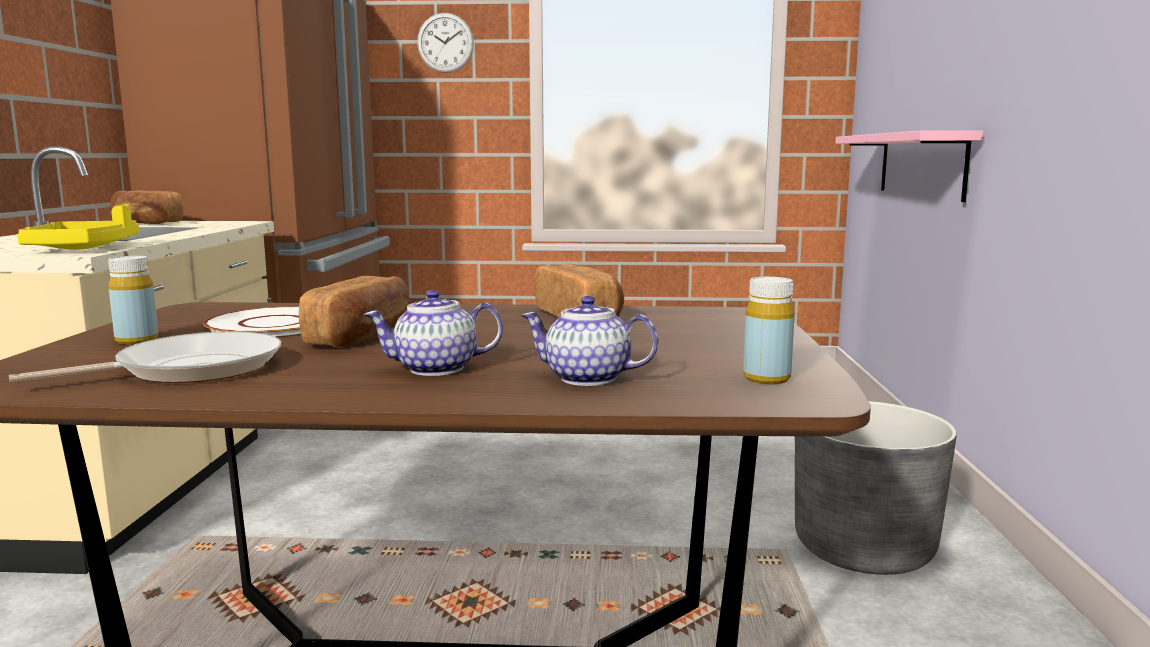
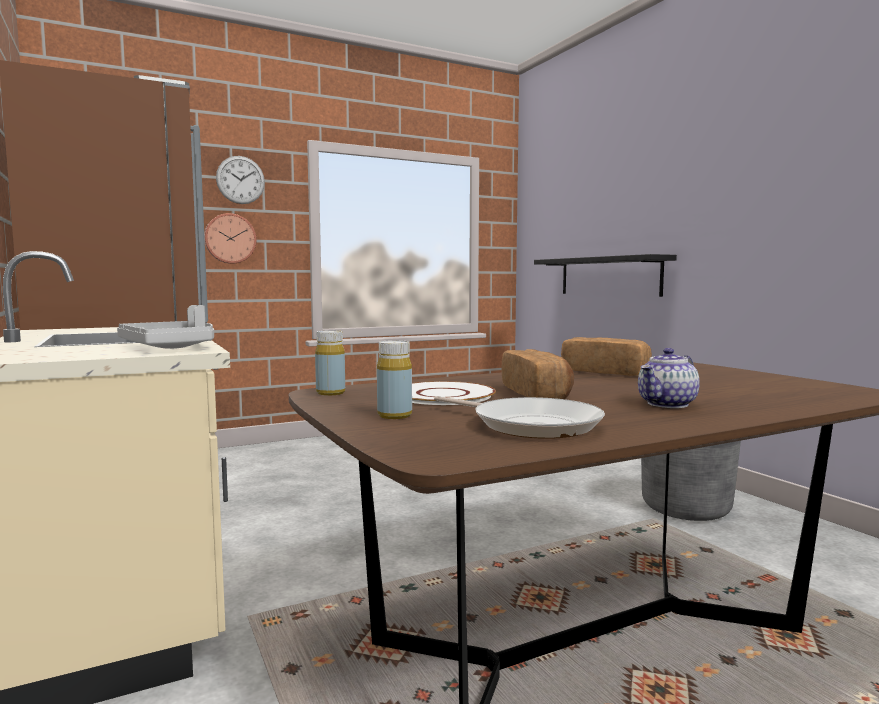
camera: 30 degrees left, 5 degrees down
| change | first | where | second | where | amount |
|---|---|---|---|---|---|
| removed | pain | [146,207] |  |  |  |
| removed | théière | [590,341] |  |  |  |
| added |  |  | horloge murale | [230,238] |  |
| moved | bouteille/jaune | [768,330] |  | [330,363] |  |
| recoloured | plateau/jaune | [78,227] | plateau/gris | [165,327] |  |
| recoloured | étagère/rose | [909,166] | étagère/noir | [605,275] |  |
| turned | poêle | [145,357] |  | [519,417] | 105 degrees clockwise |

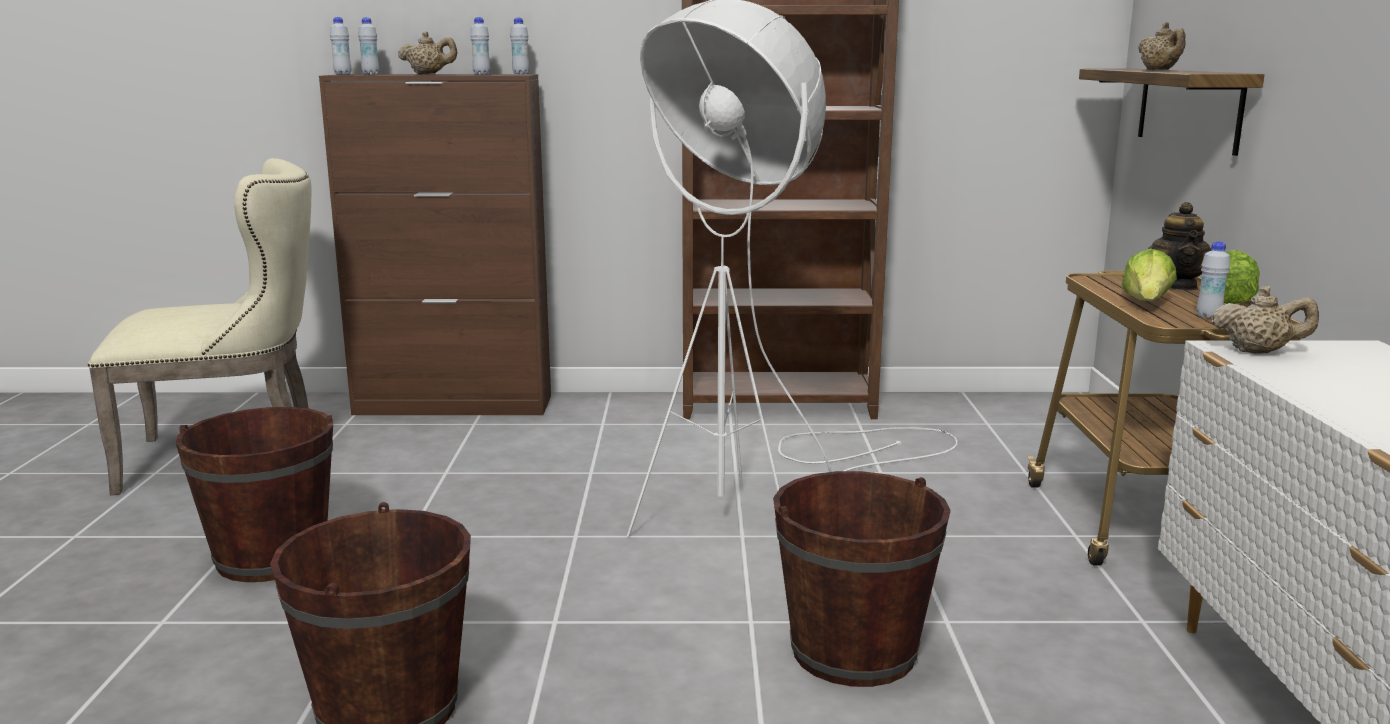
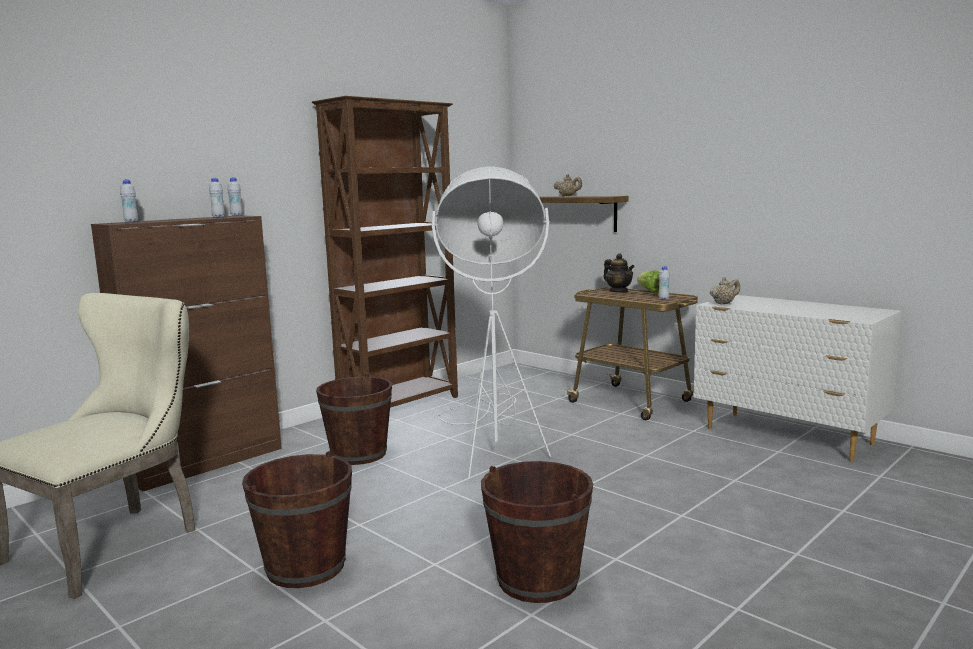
camera: 45 degrees left, 5 degrees down
| change | first | where | second | where | amount |
|---|---|---|---|---|---|
| removed | bouteille/blanc | [340,46] |  |  |  |
| removed | théière/beige | [427,53] |  |  |  |
| removed | laitue | [1149,274] |  |  |  |
| moved | seau/marron | [862,579] |  | [354,419] |  |

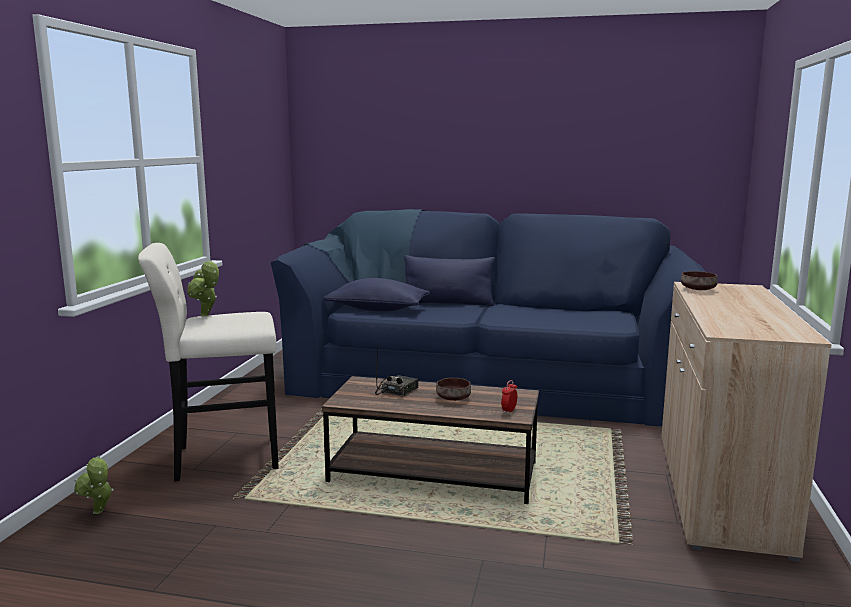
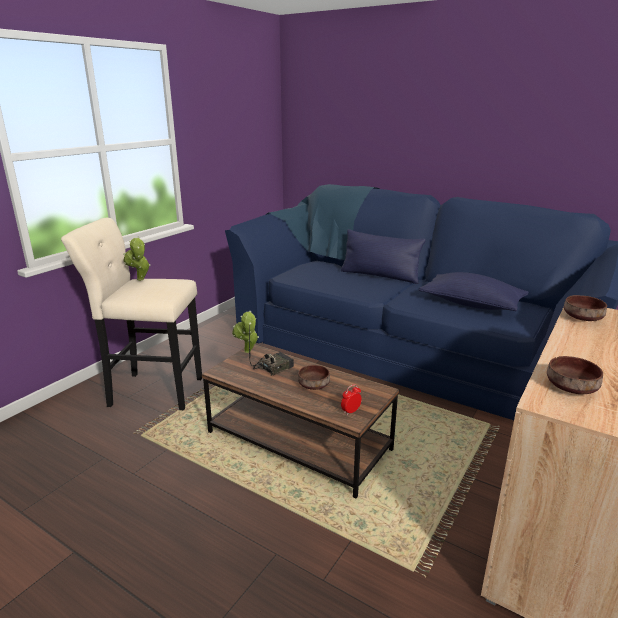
camera: 20 degrees right, 10 degrees up
| change | first | where | second | where | amount |
|---|---|---|---|---|---|
| added |  |  | bol/marron | [575,375] |  |
| moved | plante en pot | [94,485] |  | [245,332] |  |
| moved | coussin/bleu | [376,294] |  | [474,291] |  |

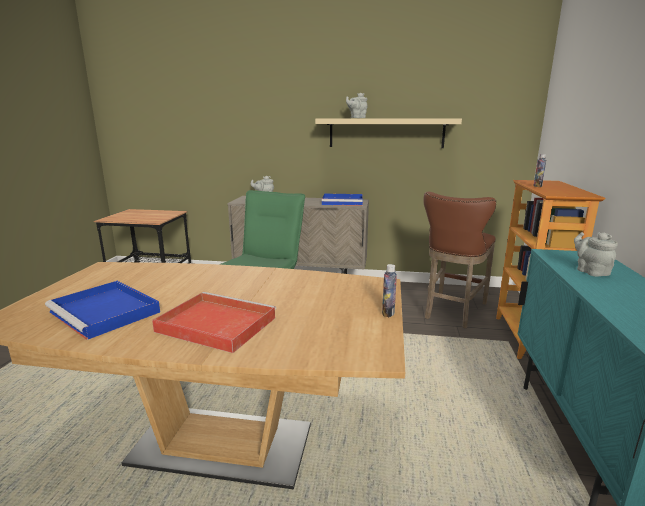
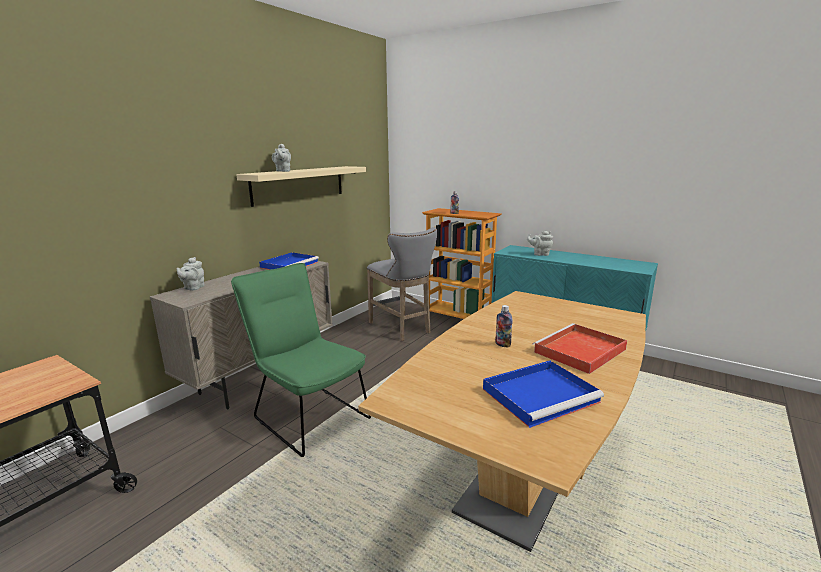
camera: 65 degrees left, 0 degrees up
| change | first | where | second | where | amount |
|---|---|---|---|---|---|
| moved | bouteille | [389,290] |  | [504,326] |  |
| recoloured | tabouret/marron | [459,260] | tabouret/gris | [402,284] |  |

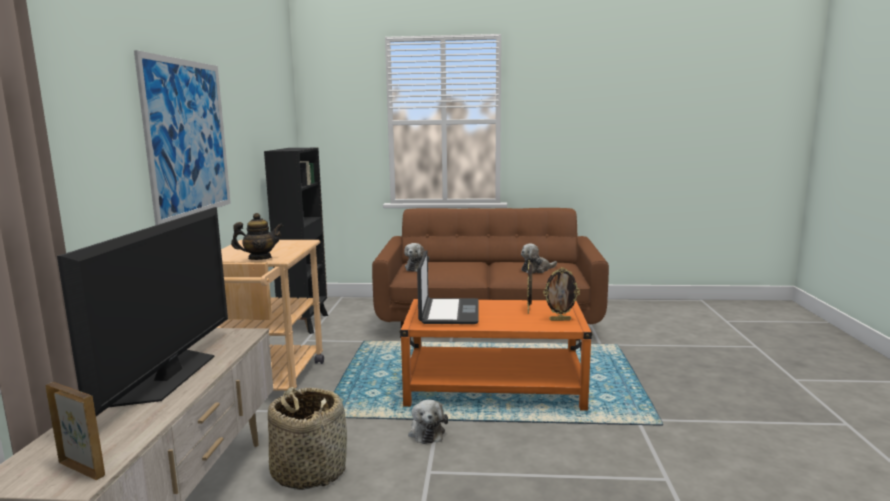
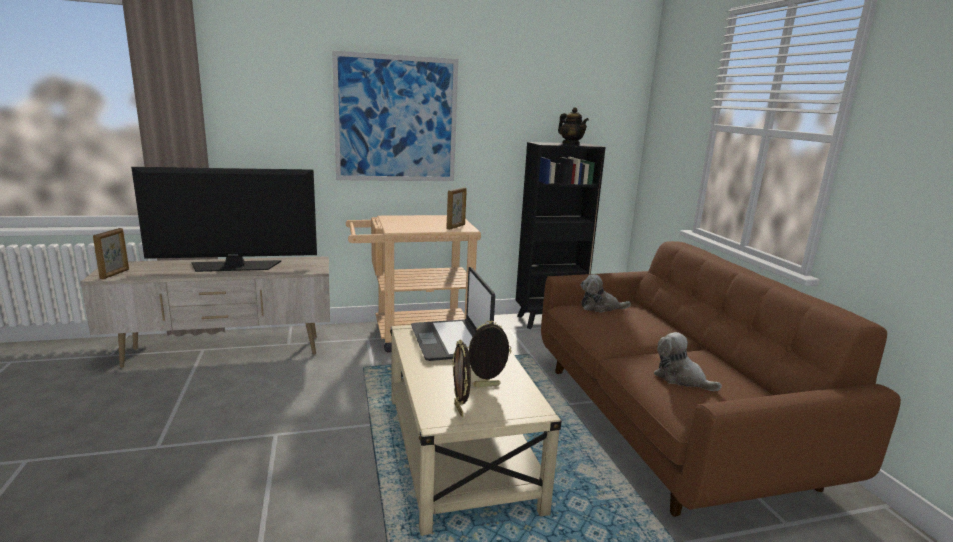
camera: 70 degrees right, 5 degrees up
| change | first | where | second | where | amount |
|---|---|---|---|---|---|
| removed | panier | [307,438] |  |  |  |
| removed | peluche | [428,422] |  |  |  |
| added |  |  | cadre photo | [456,208] |  |
| moved | théière | [257,236] |  | [573,126] |  |
| recoloured | table basse/orange | [496,355] | table basse/beige | [476,430] |  |
| turned | ordinateur portable | [448,287] |  | [453,314] | 90 degrees clockwise |

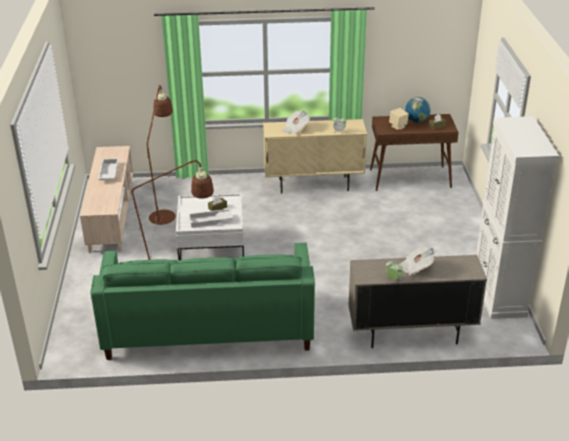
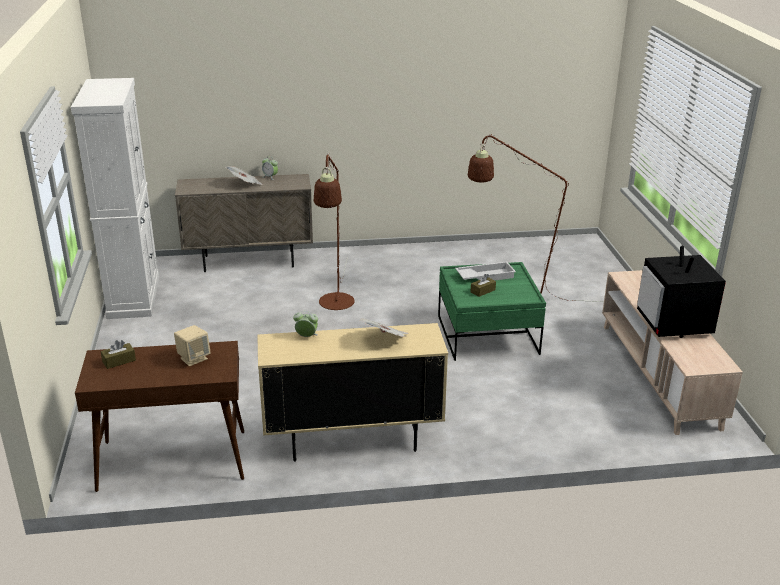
camera: 175 degrees right, 5 degrees down
| change | first | where | second | where | amount |
|---|---|---|---|---|---|
| removed | canapé/vert | [203,301] |  |  |  |
| removed | globe | [418,109] |  |  |  |
| moved | lampadaire/marron | [159,172] |  | [334,231] |  |
| replaced | plateau/blanc | [108,169] | téléviseur | [681,291] |  |
| recoloured | table basse/blanc | [210,226] | table basse/vert | [492,311] |  |

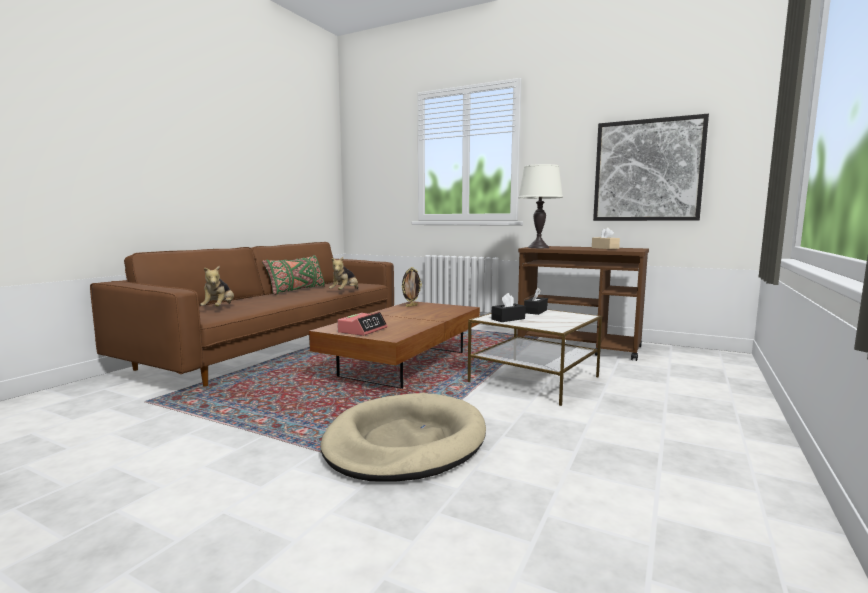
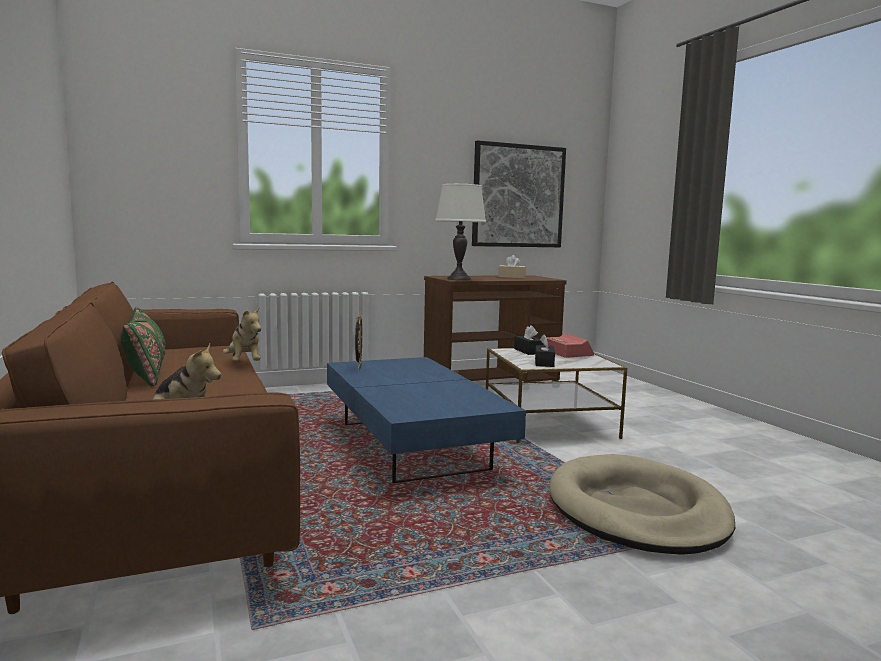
camera: 50 degrees left, 0 degrees up
| change | first | where | second | where | amount |
|---|---|---|---|---|---|
| moved | réveil | [362,324] |  | [569,346] |  |
| recoloured | table basse/marron | [394,345] | table basse/bleu | [426,420] |  |

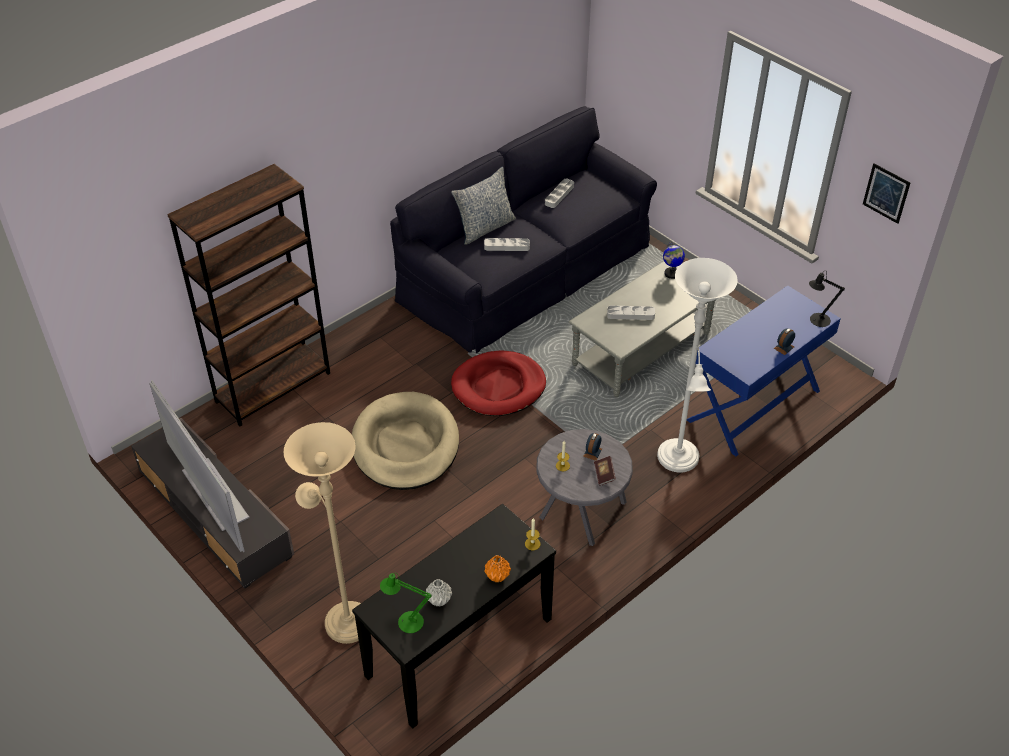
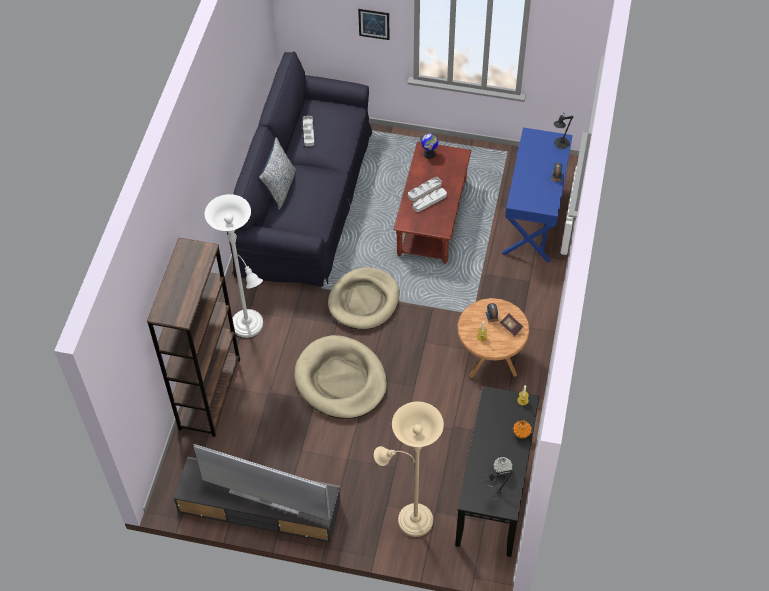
camera: 35 degrees left, 10 degrees up
| change | first | where | second | where | amount |
|---|---|---|---|---|---|
| moved | plateau/gris | [507,244] |  | [425,189] |  |
| moved | lampadaire/blanc | [697,365] |  | [234,266] |  |
| moved | tableau | [886,193] |  | [373,24] |  |
| recoloured | lampe de table/vert | [406,603] | lampe de table/noir | [499,486] |  |
| recoloured | panier pour chien/rouge | [498,383] | panier pour chien/beige | [363,298] |  |
| recoloured | table d'appoint/gris | [584,487] | table d'appoint/marron | [493,338] |  |
| recoloured | table basse/gris | [642,329] | table basse/marron | [432,202] |  |

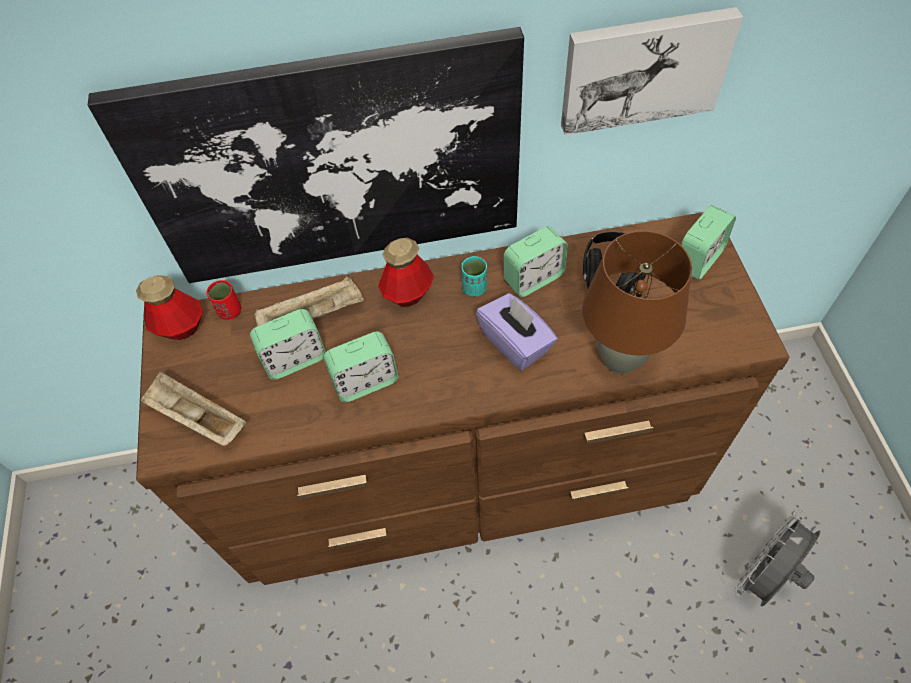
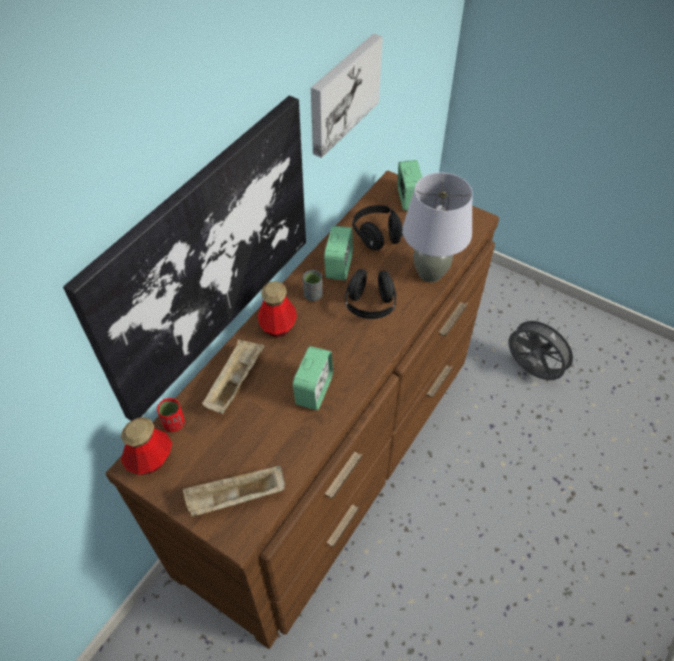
camera: 50 degrees left, 5 degrees down
| change | first | where | second | where | amount |
|---|---|---|---|---|---|
| removed | réveil | [288,344] |  |  |  |
| replaced | boîte à mouchoirs/violet | [516,331] | casque audio/noir | [370,294] |  |
| recoloured | tasse/turquoise | [474,276] | tasse/gris | [313,285] |  |
| recoloured | lampe de table/marron | [637,302] | lampe de table/gris | [438,227] |  |
| turned | ventilateur/gris | [777,557] |  | [543,348] | 135 degrees clockwise |

